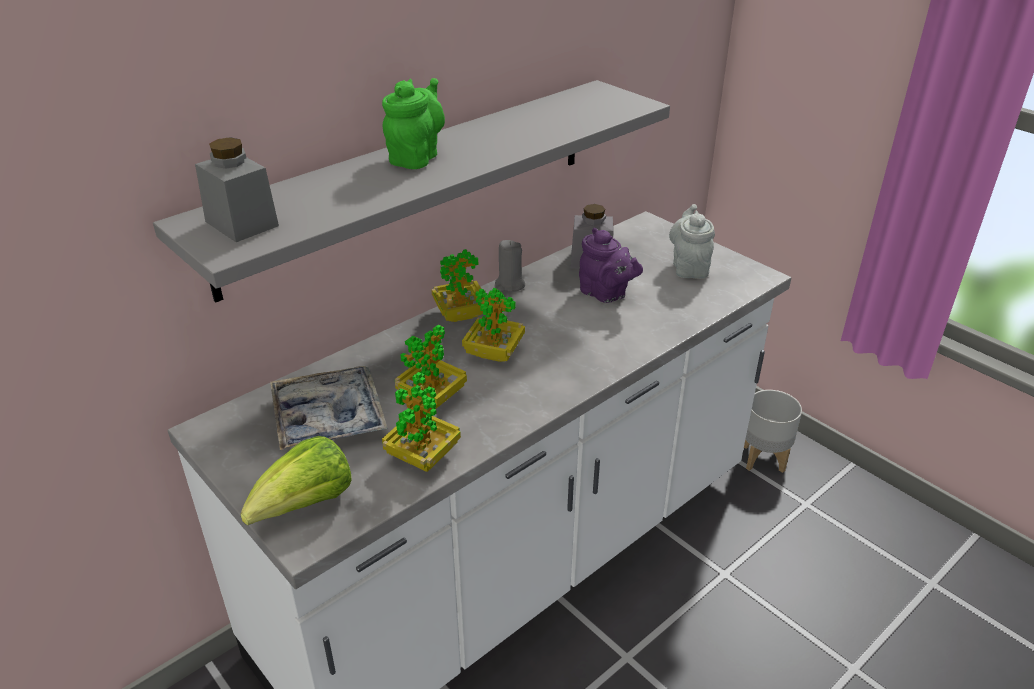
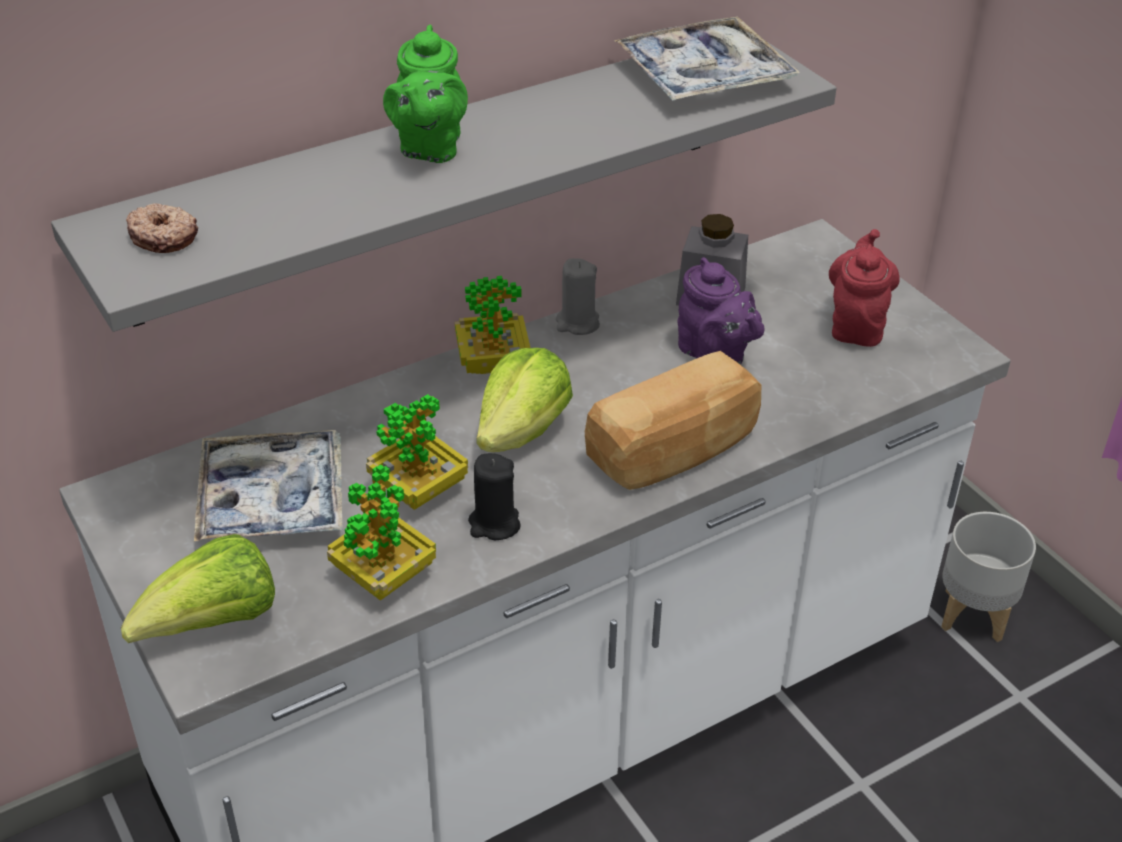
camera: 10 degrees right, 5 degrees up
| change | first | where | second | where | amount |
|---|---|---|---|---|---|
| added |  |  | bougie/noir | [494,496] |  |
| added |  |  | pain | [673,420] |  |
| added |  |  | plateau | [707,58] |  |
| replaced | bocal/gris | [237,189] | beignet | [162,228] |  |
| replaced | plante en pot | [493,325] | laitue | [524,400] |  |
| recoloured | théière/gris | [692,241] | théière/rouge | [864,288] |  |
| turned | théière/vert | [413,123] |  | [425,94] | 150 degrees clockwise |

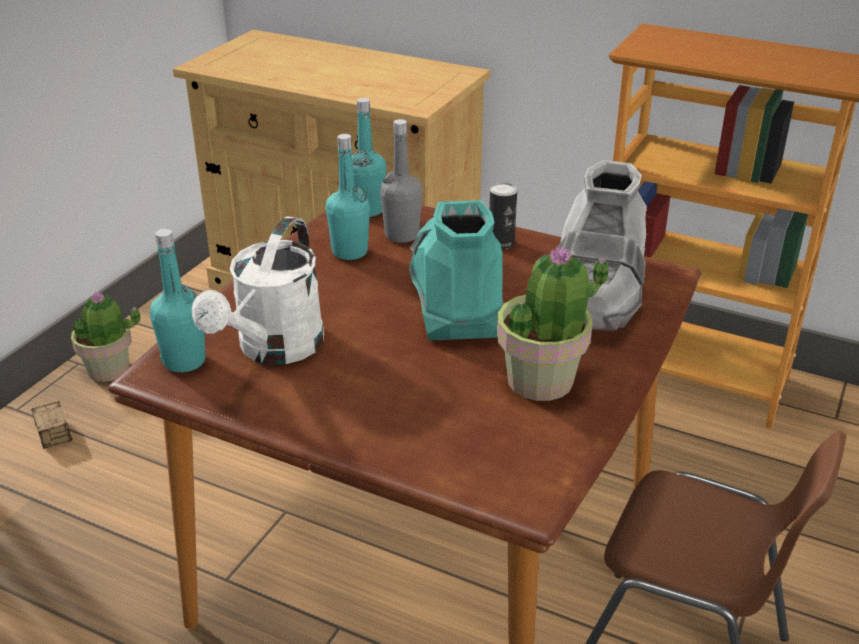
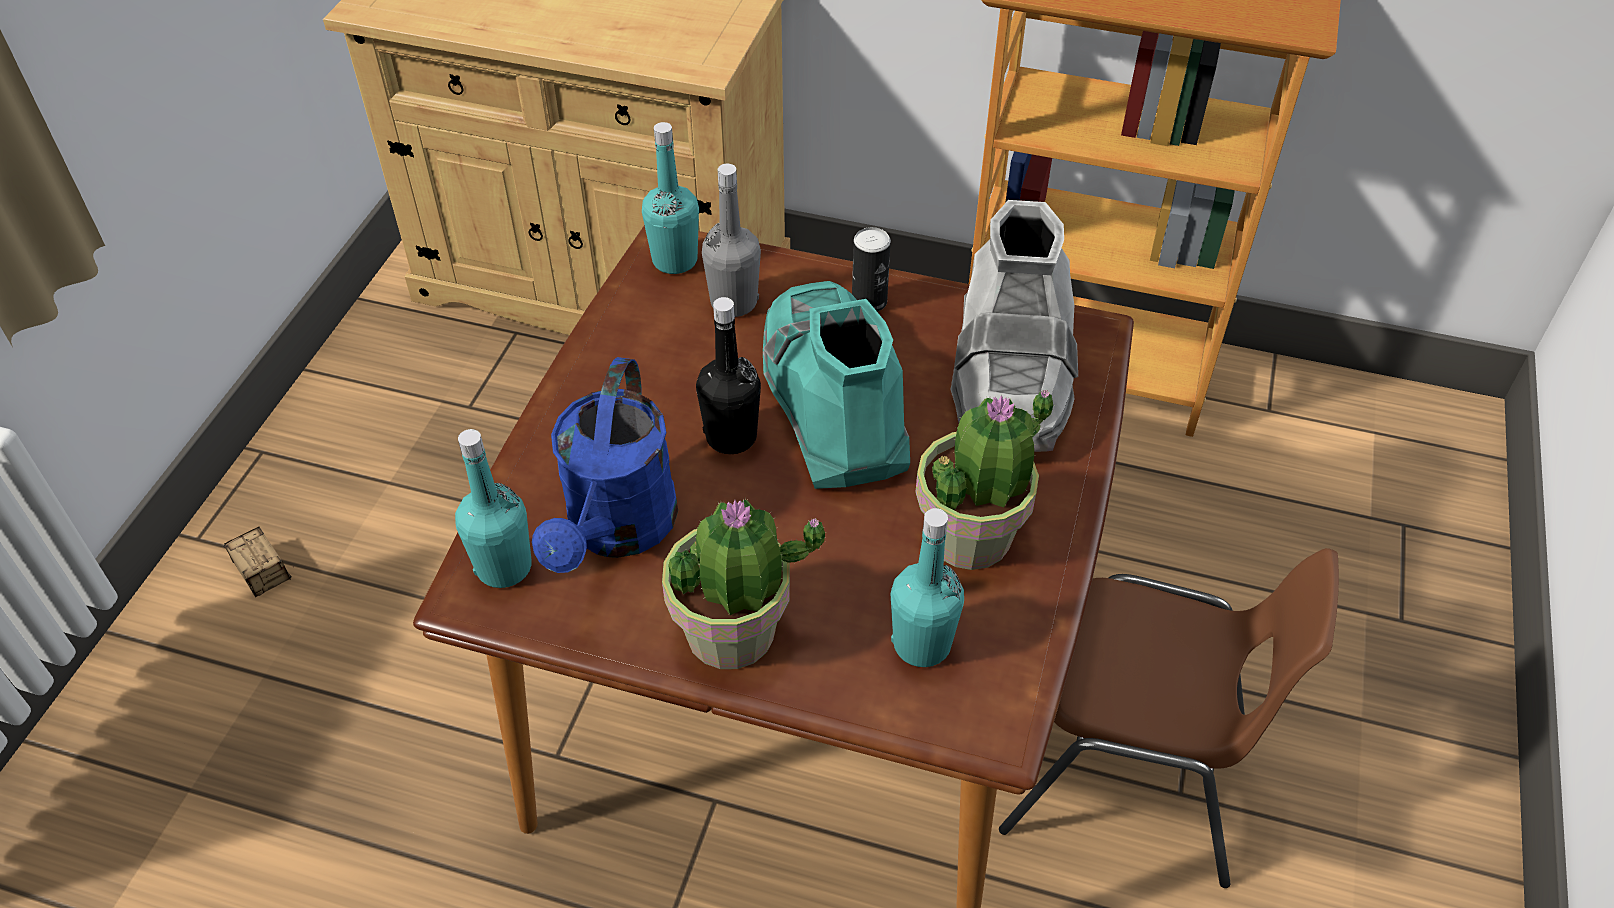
camera: 10 degrees left, 15 degrees up
| change | first | where | second | where | amount |
|---|---|---|---|---|---|
| added |  |  | bouteille/noir | [728,375] |  |
| moved | plante en pot | [106,336] |  | [744,583] |  |
| moved | bouteille/turquoise | [348,197] |  | [927,587] |  |
| recoloured | arrosoir/blanc | [258,290] | arrosoir/bleu | [605,465] |  |

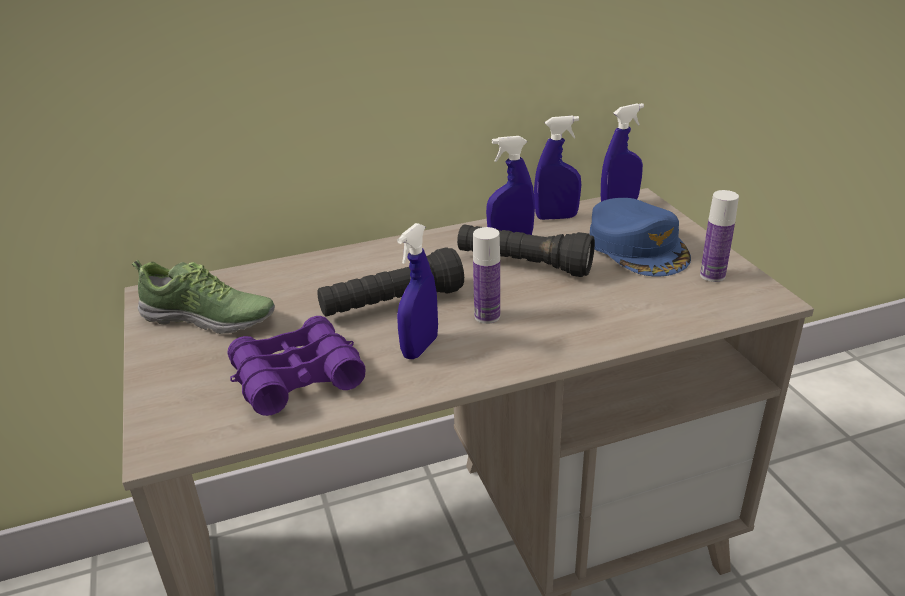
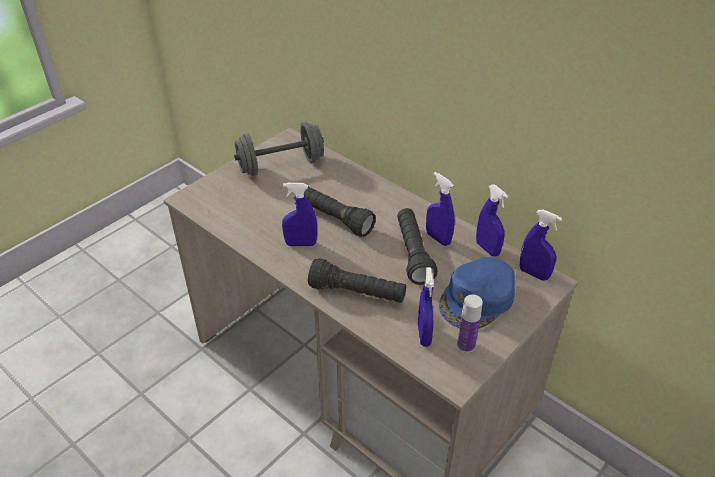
camera: 60 degrees right, 10 degrees up
| change | first | where | second | where | amount |
|---|---|---|---|---|---|
| removed | jumelles/violet | [296,366] |  |  |  |
| removed | bouteille | [486,275] |  |  |  |
| added |  |  | lampe de poche/noir | [357,280] |  |
| added |  |  | vaporisateur/bleu | [426,307] |  |
| replaced | chaussure | [203,297] | haltère/gris | [279,149] |  |

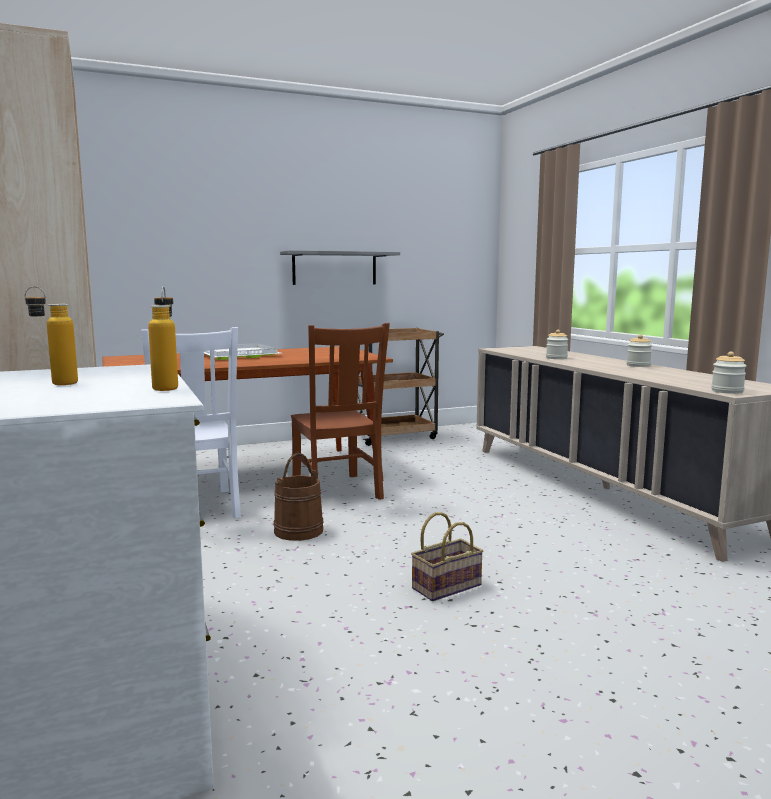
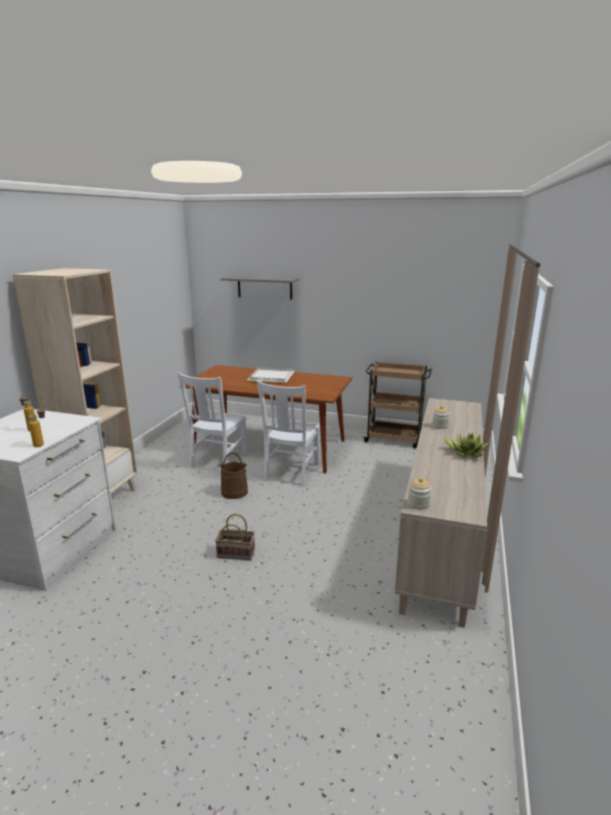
camera: 40 degrees right, 10 degrees up
| change | first | where | second | where | amount |
|---|---|---|---|---|---|
| moved | étagère/gris | [340,267] |  | [260,288] |  |
| replaced | bocal | [639,350] | plante en pot | [466,445] |  |
| recoloured | chaise/marron | [340,411] | chaise/blanc | [288,433] |  |

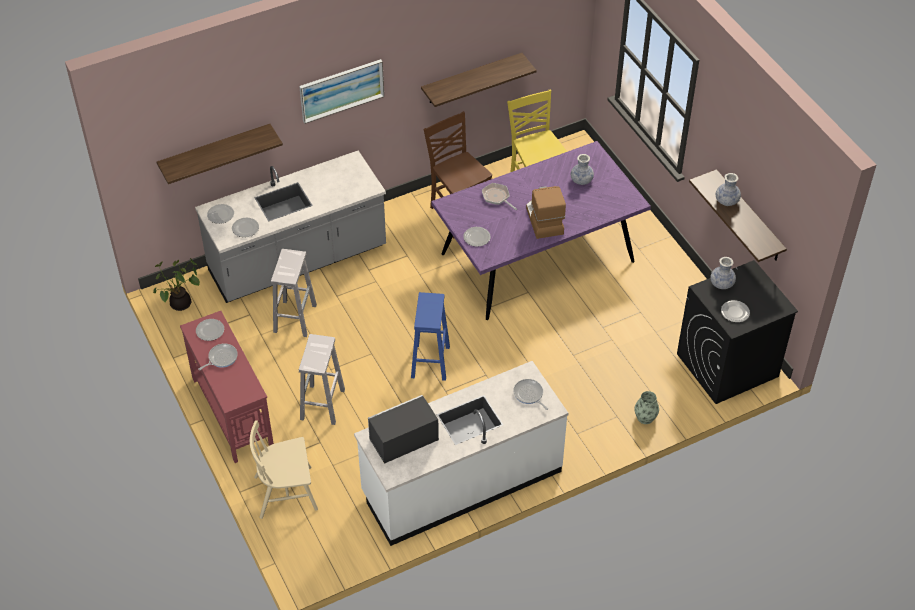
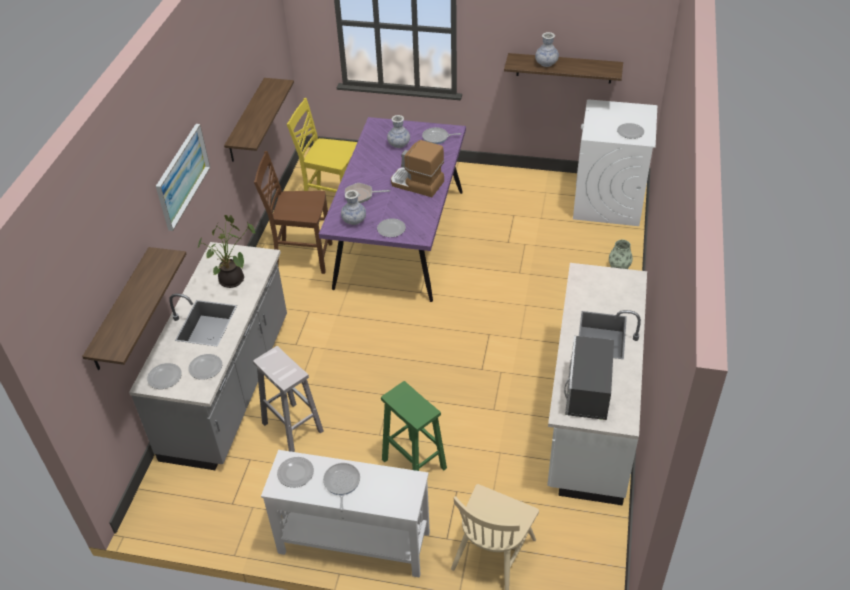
camera: 50 degrees left, 5 degrees down
| change | first | where | second | where | amount |
|---|---|---|---|---|---|
| removed | tabouret/bleu | [430,336] |  |  |  |
| moved | plante en pot | [176,284] |  | [227,251] |  |
| moved | poêle | [530,394] |  | [441,135] |  |
| moved | vase | [723,273] |  | [353,207] |  |
| recoloured | table console/rouge | [227,387] | table console/blanc | [345,514] |  |
| recoloured | tabouret/blanc | [322,379] | tabouret/vert | [414,426] |  |
| recoloured | lave-linge/noir | [737,332] | lave-linge/blanc | [615,162] |  |

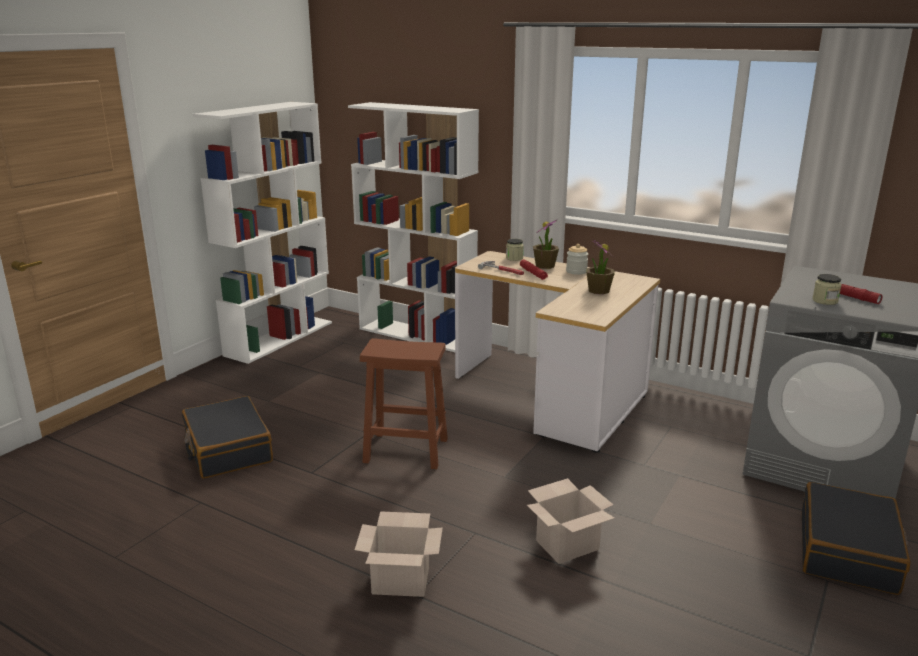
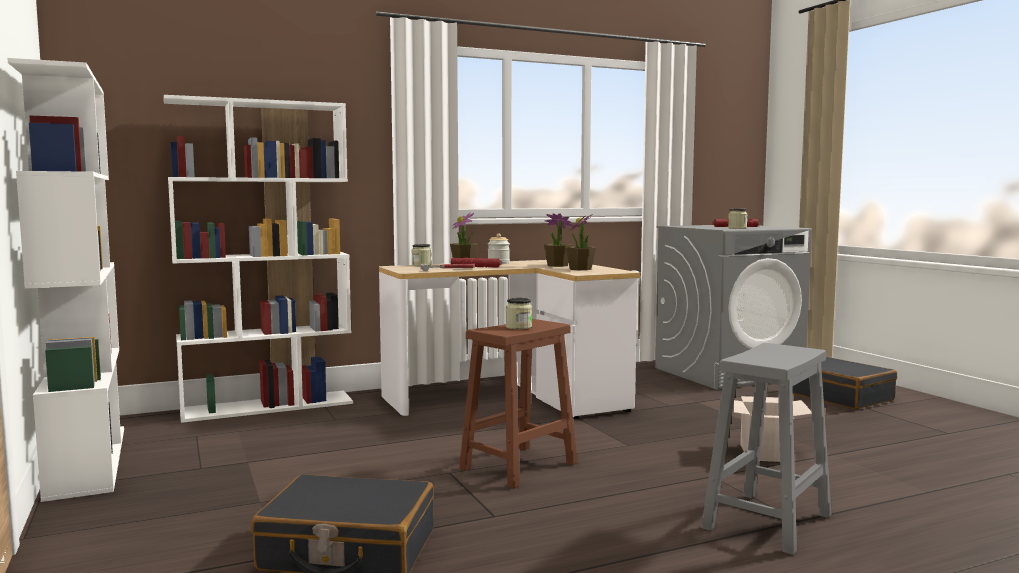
camera: 55 degrees left, 15 degrees down
| change | first | where | second | where | amount |
|---|---|---|---|---|---|
| added |  |  | bocal | [519,313] |  |
| added |  |  | plante en pot | [581,242] |  |
| replaced | carton | [399,554] | tabouret/gris | [766,449] |  |

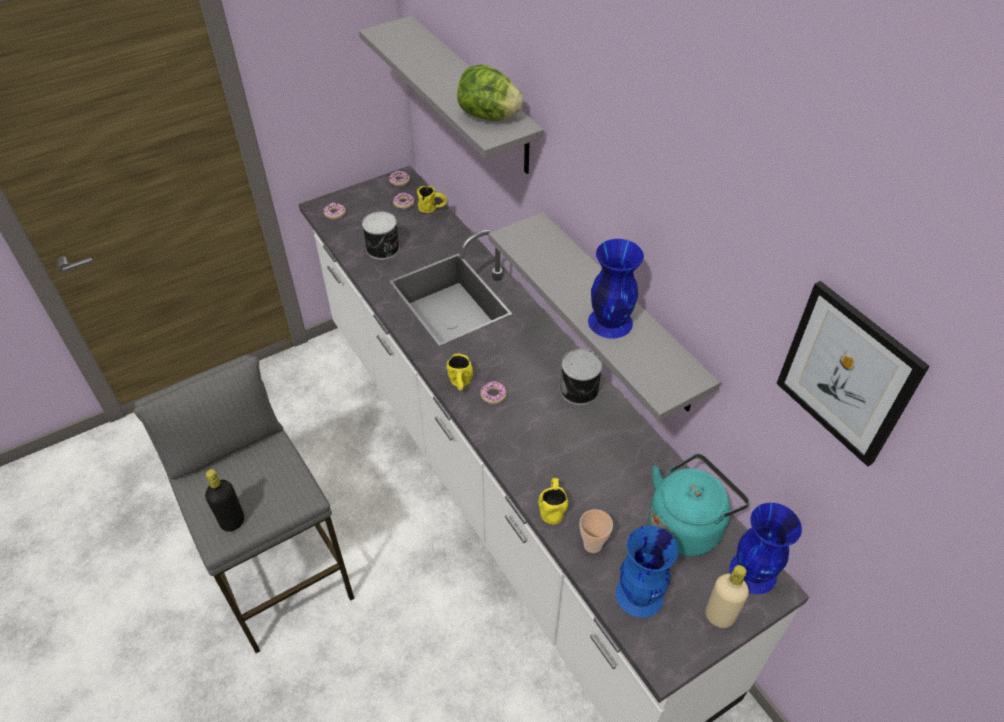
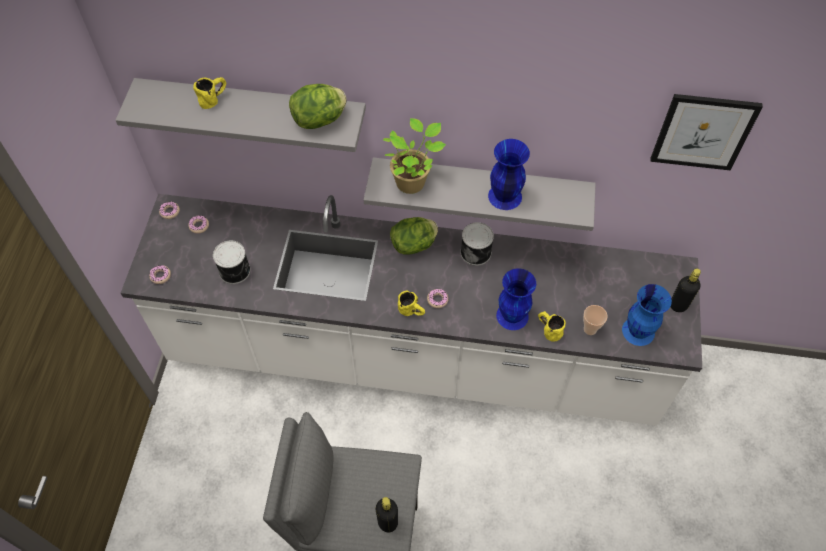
camera: 50 degrees left, 10 degrees up
| change | first | where | second | where | amount |
|---|---|---|---|---|---|
| removed | bouilloire/turquoise | [699,504] |  |  |  |
| added |  |  | plante en pot | [414,156] |  |
| added |  |  | laitue | [414,236] |  |
| moved | mug/jaune | [432,199] |  | [209,93] |  |
| moved | vase/bleu | [765,548] |  | [516,299] |  |
| recoloured | bouteille/beige | [727,596] | bouteille/noir | [685,290] |  |

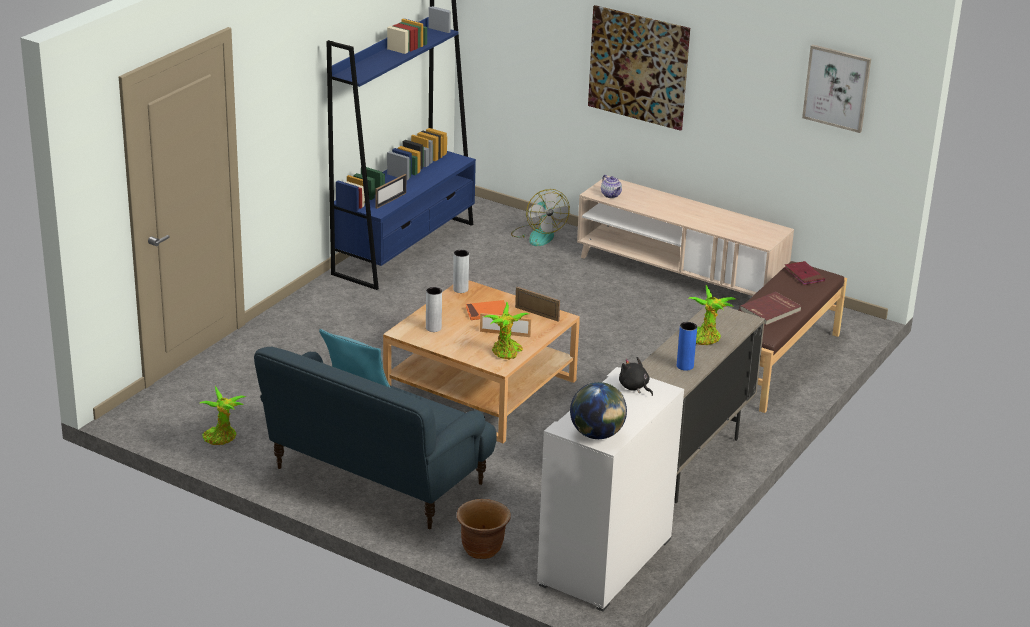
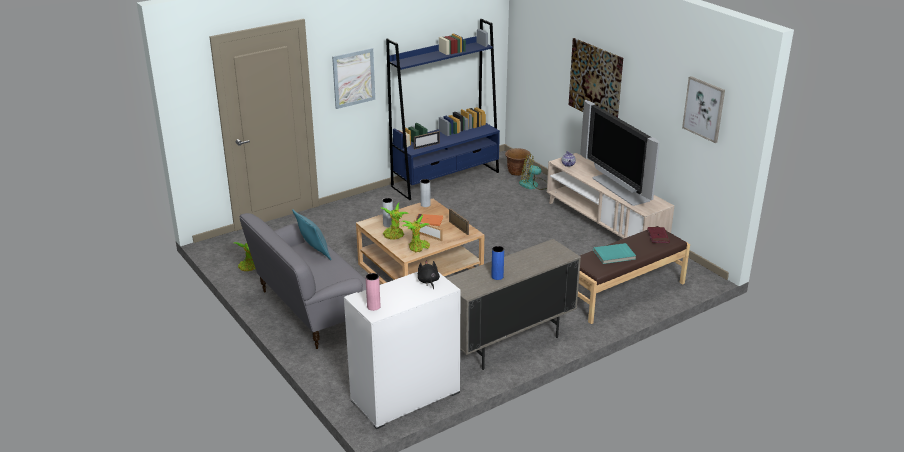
camera: 25 degrees right, 0 degrees up
| change | first | where | second | where | amount |
|---|---|---|---|---|---|
| added |  |  | tableau | [353,78] |  |
| added |  |  | téléviseur | [620,153] |  |
| moved | cache-pot/marron | [484,529] |  | [518,162] |  |
| moved | plante en pot | [712,315] |  | [395,220] |  |
| replaced | globe | [598,410] | vase/rose | [373,292] |  |
| recoloured | canapé/bleu | [375,438] | canapé/gris | [303,281] |  |
| recoloured | livre/rouge | [771,308] | livre/turquoise | [614,253] |  |
| turned | ventilateur | [540,217] |  | [533,172] | 90 degrees clockwise |

